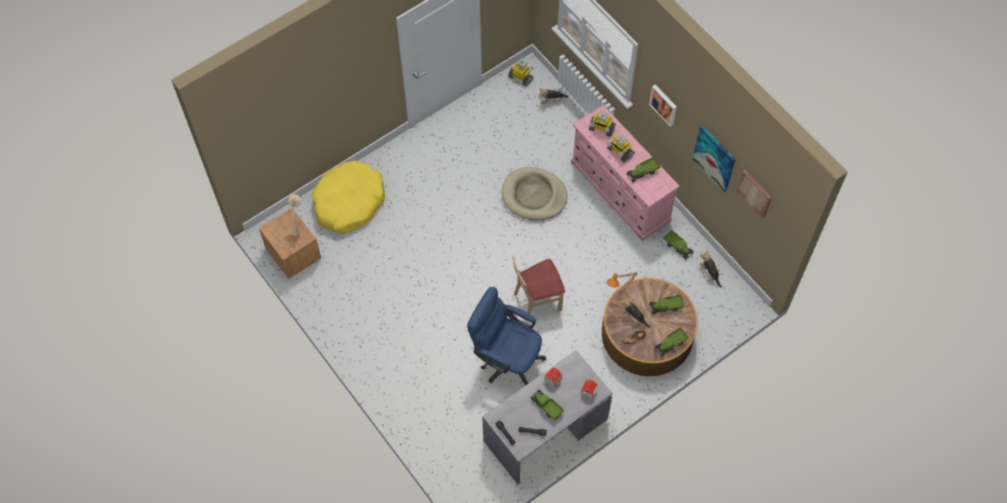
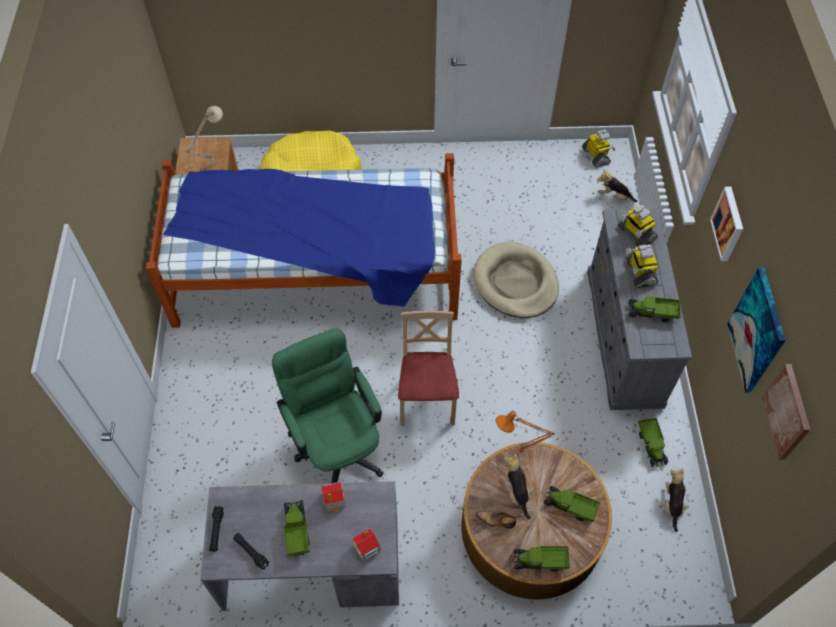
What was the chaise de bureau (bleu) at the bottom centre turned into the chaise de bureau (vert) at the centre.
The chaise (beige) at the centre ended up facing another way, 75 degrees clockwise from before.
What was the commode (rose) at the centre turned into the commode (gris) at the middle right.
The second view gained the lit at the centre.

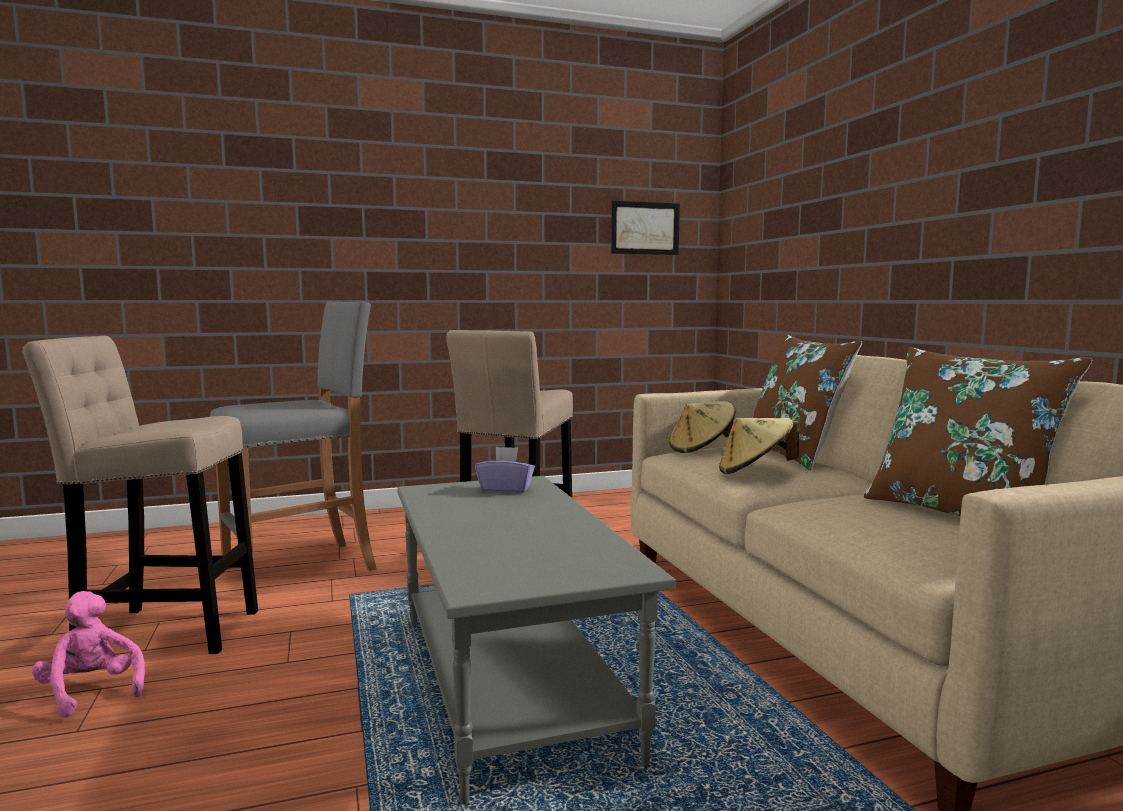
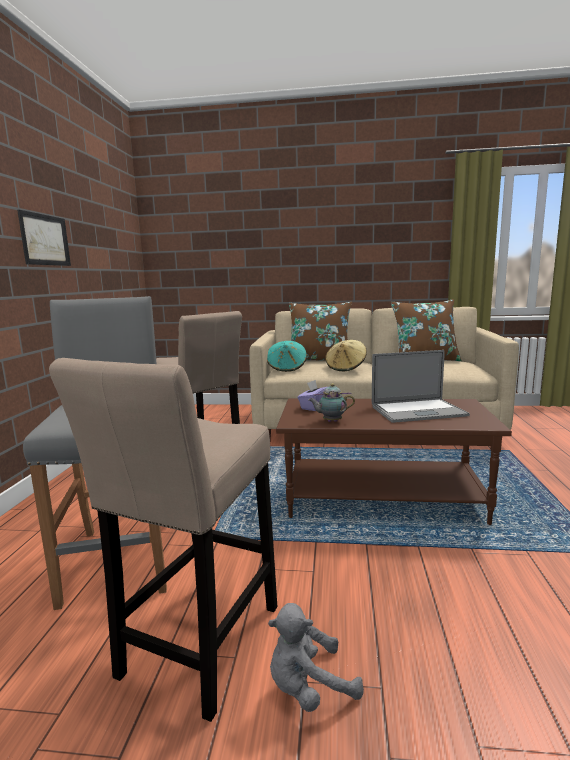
What was the peluche (rose) at the bottom left turned into the peluche (gris) at the bottom centre.
What was the table basse (gris) at the bottom centre turned into the table basse (marron) at the middle right.
The tableau ended up elsewhere, having gone from the top centre to the top left.
What was the chapeau (beige) (1st from left) at the centre turned into the chapeau (turquoise) at the centre.
The second view gained the théière at the centre.
The second view gained the ordinateur portable at the middle right.

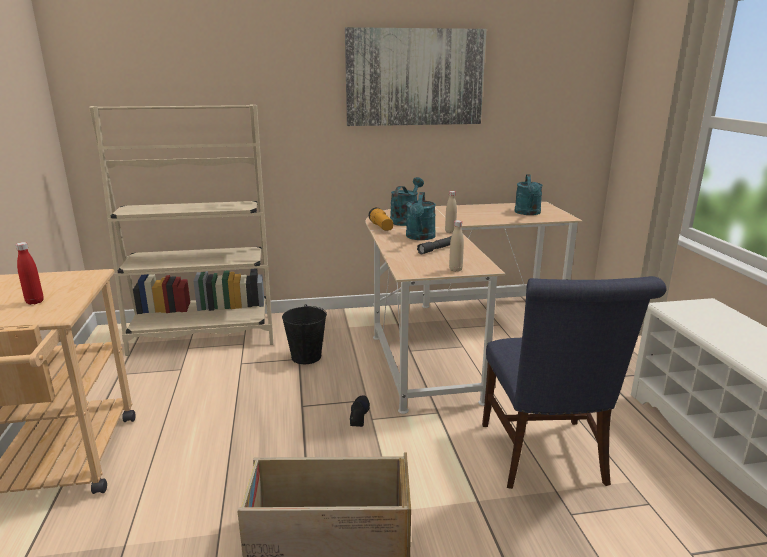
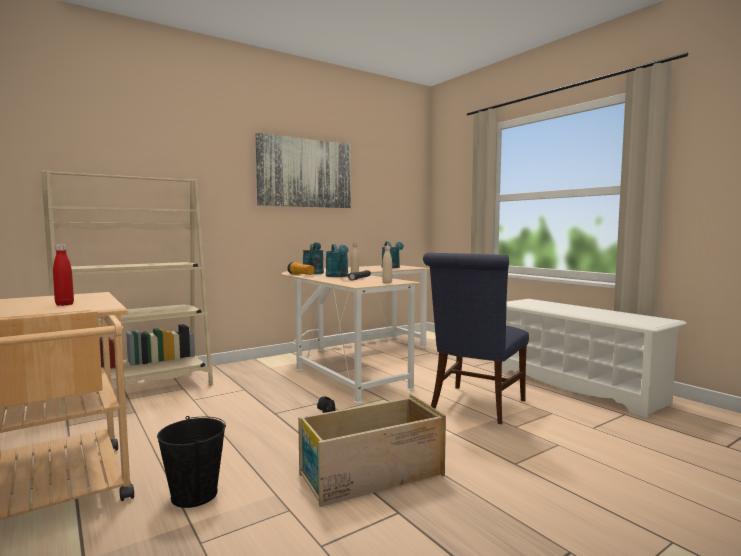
The seau (noir) ended up elsewhere, having gone from the centre to the bottom left.
The chaise (bleu) at the bottom right ended up facing another way, 60 degrees clockwise from before.

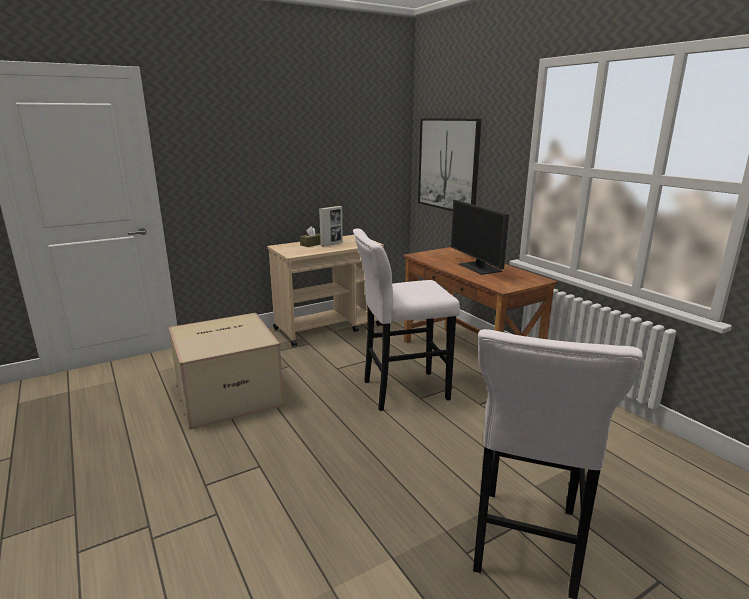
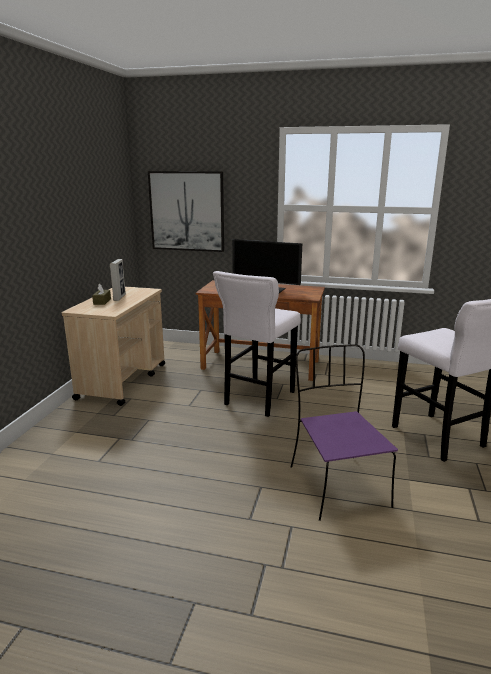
The second view lost the carton at the middle left.
The second view gained the chaise (violet) at the middle right.

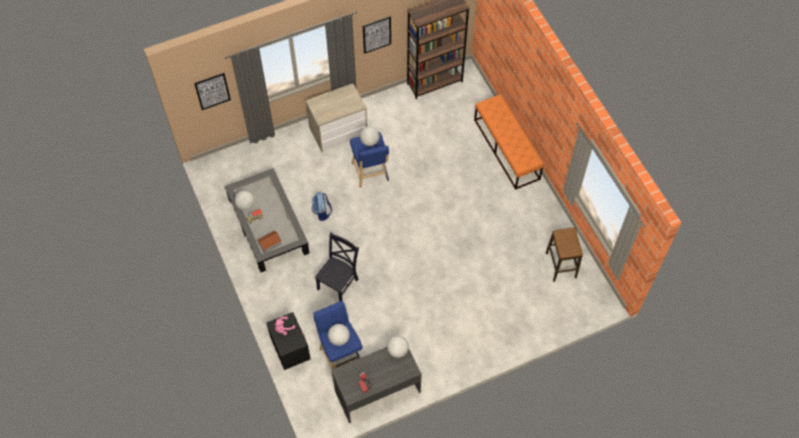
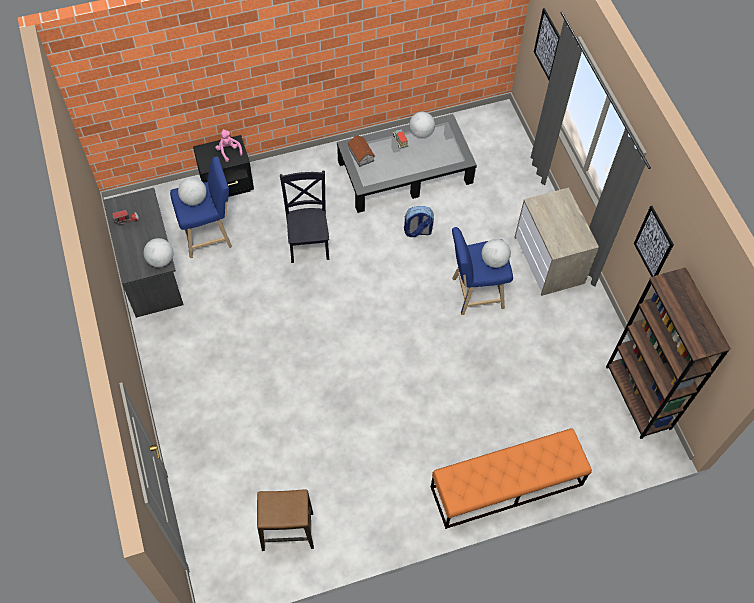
The chaise (noir) at the centre ended up facing another way, 135 degrees counterclockwise from before.

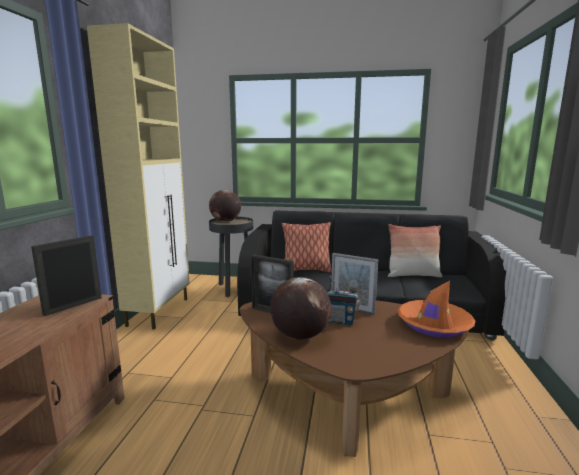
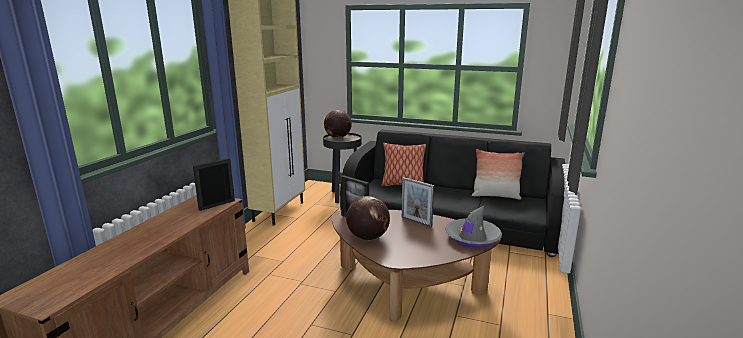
The second view lost the radio at the centre.
What was the chapeau (orange) at the middle right turned into the chapeau (gris) at the bottom centre.

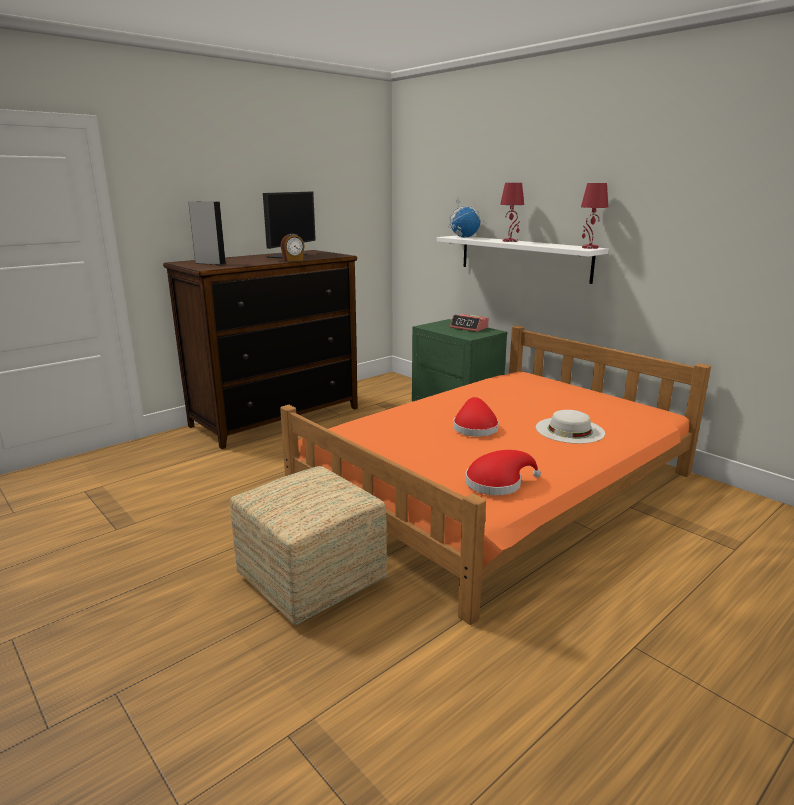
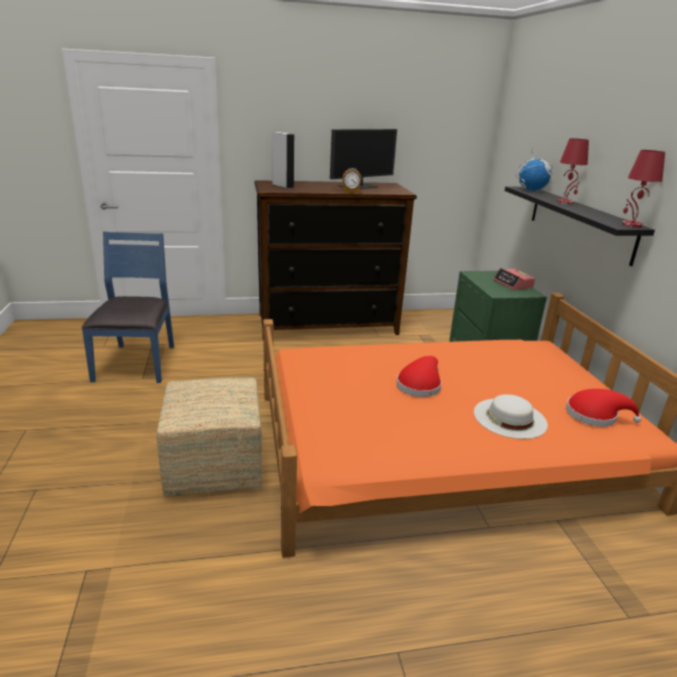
What was the étagère (blanc) at the top centre turned into the étagère (noir) at the middle right.
The chapeau (rouge) (2nd from left) ended up elsewhere, having gone from the centre to the middle right.
The second view gained the chaise (bleu) at the middle left.

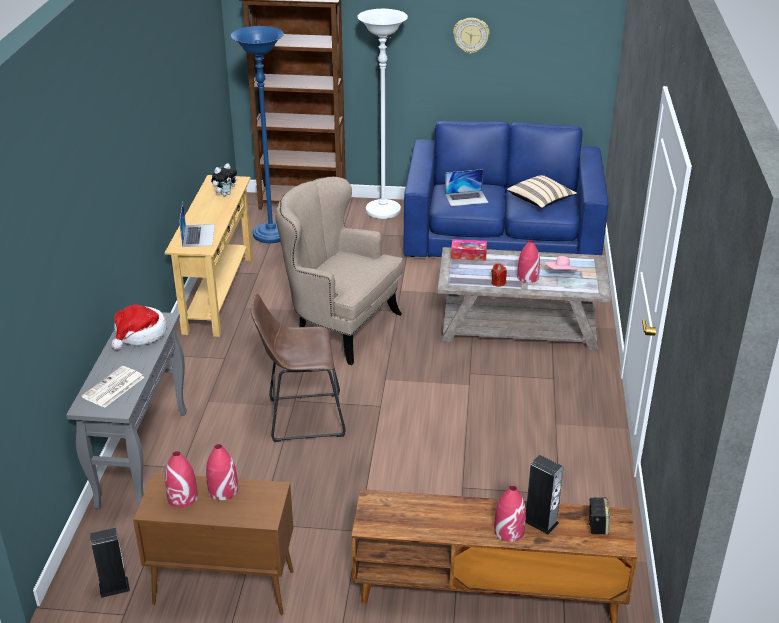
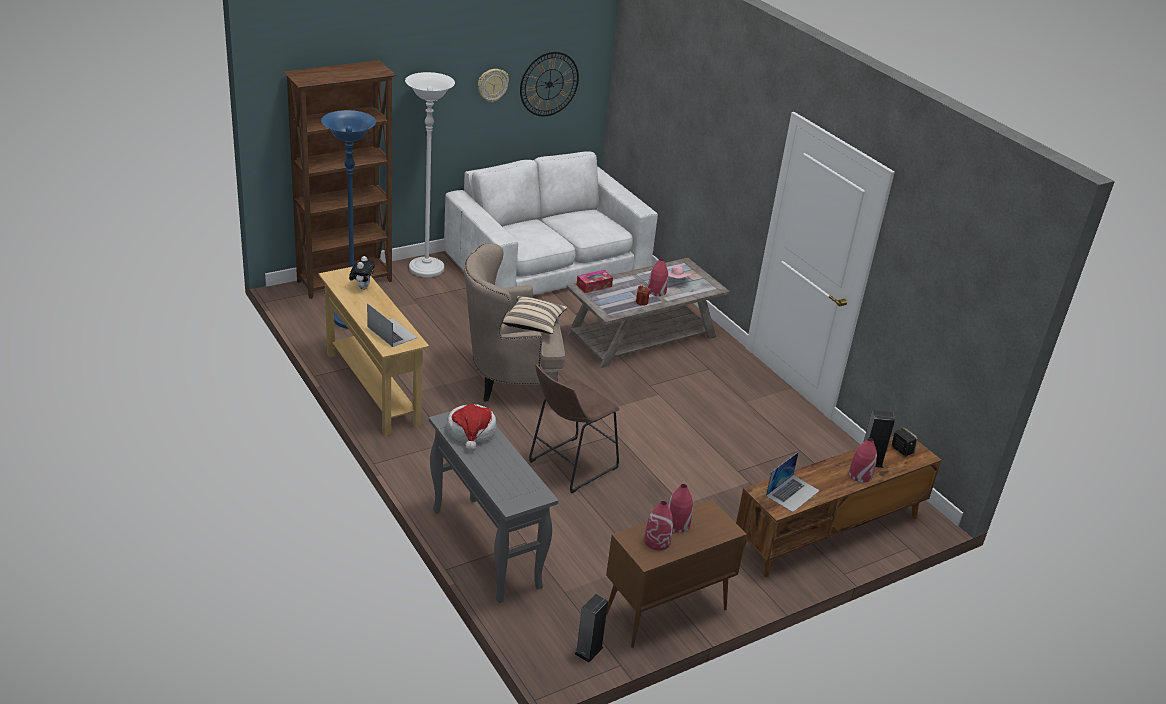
The second view lost the journal at the middle left.
What was the canapé (bleu) at the top centre turned into the canapé (blanc) at the top centre.
The ordinateur portable (2nd from left) ended up elsewhere, having gone from the top centre to the bottom right.
The coussin (beige) ended up elsewhere, having gone from the top right to the centre.
The second view gained the horloge murale (2nd from left) at the top centre.

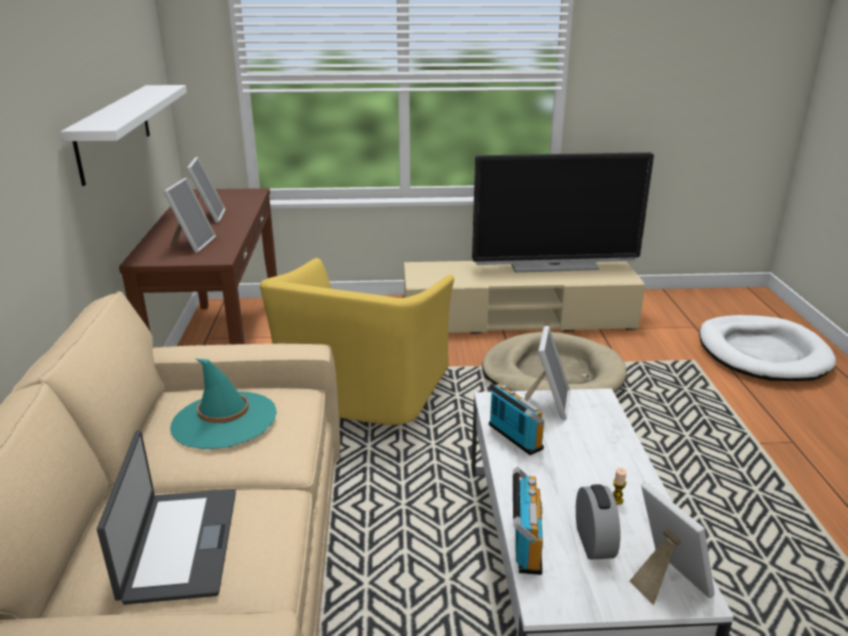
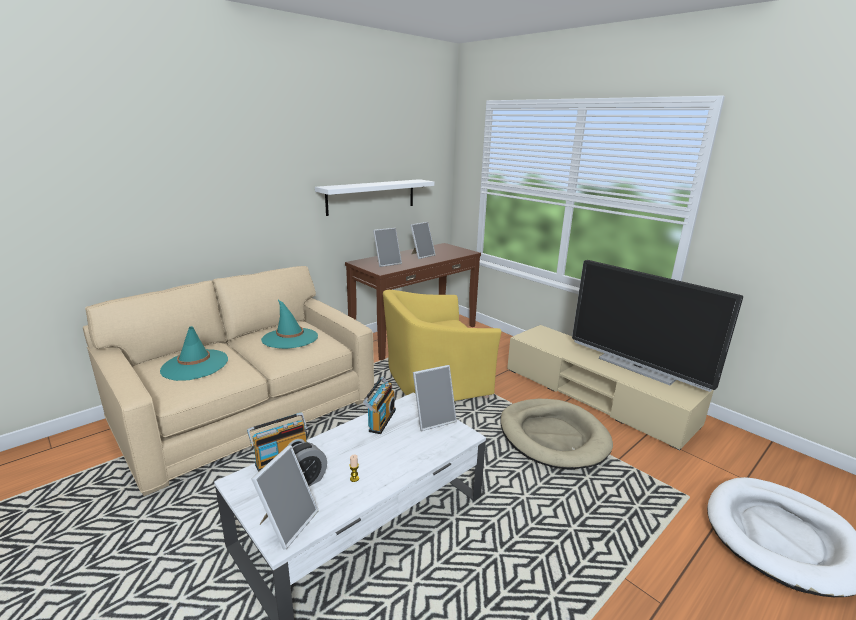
Where the ordinateur portable stood at the bottom left, the chapeau (turquoise) (1st from left) came to stand at the middle left.

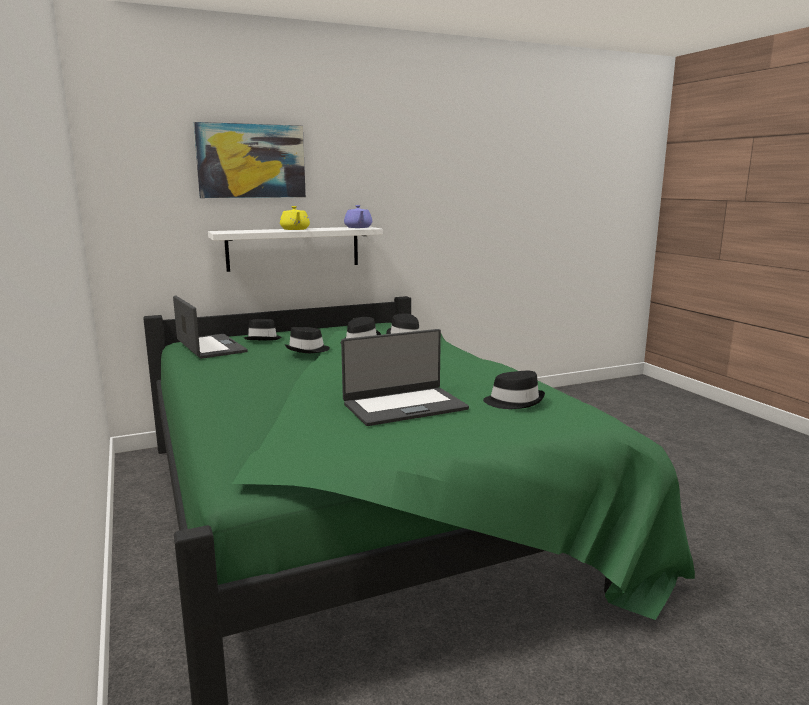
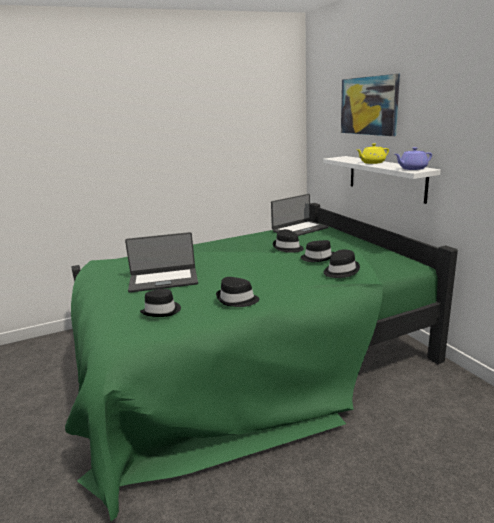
The chapeau (noir) (1st from left in the first image) ended up elsewhere, having gone from the middle left to the centre.
The ordinateur portable (2nd from left in the first image) at the centre ended up facing another way, 75 degrees counterclockwise from before.

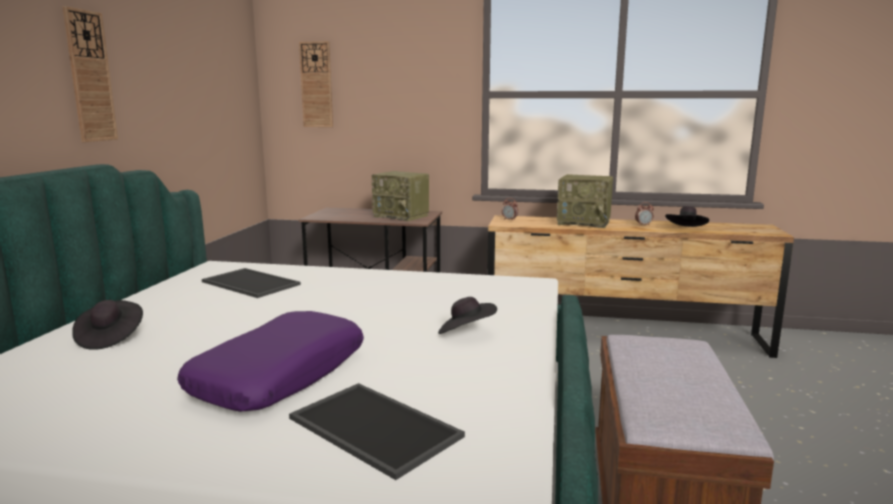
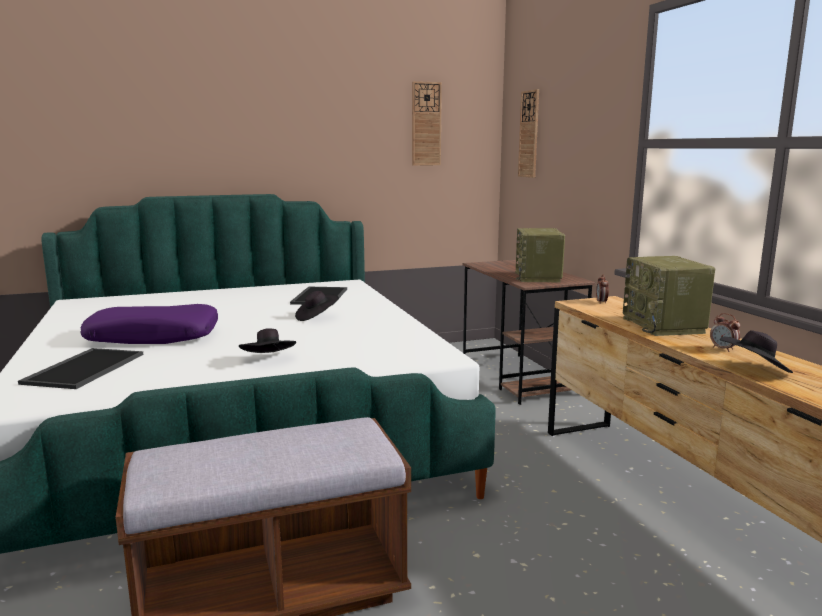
The horloge murale (1st from left) ended up elsewhere, having gone from the top left to the top centre.
The chapeau (noir) (1st from left in the first image) ended up elsewhere, having gone from the middle left to the centre.

